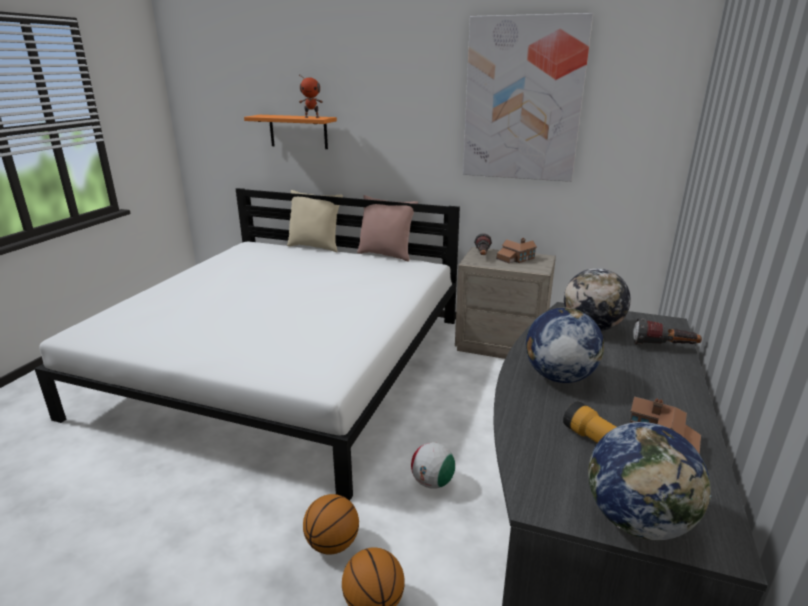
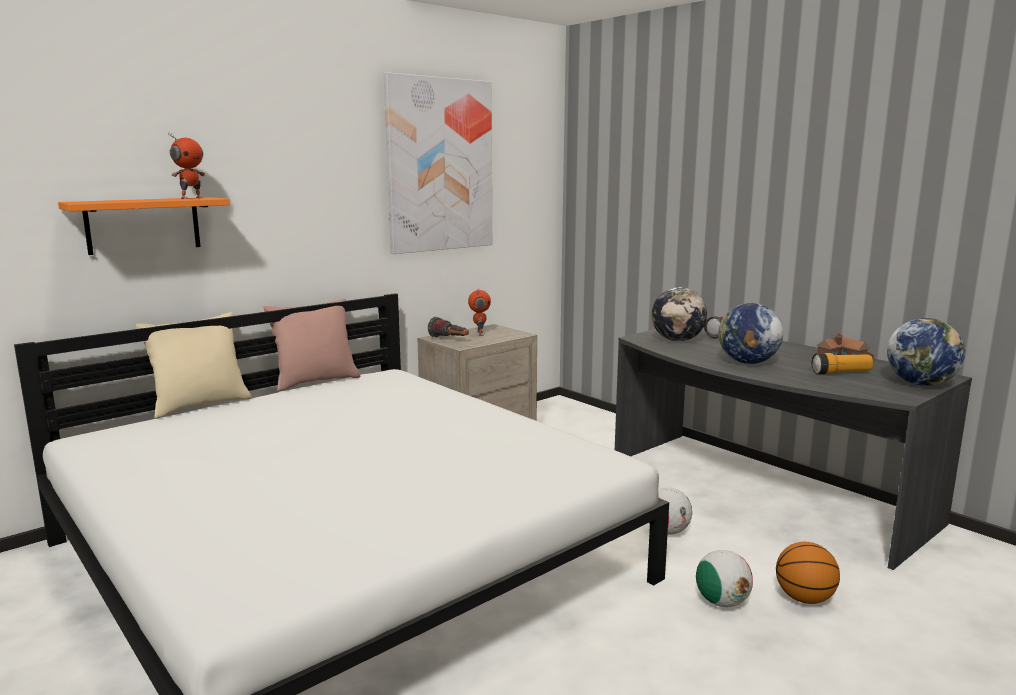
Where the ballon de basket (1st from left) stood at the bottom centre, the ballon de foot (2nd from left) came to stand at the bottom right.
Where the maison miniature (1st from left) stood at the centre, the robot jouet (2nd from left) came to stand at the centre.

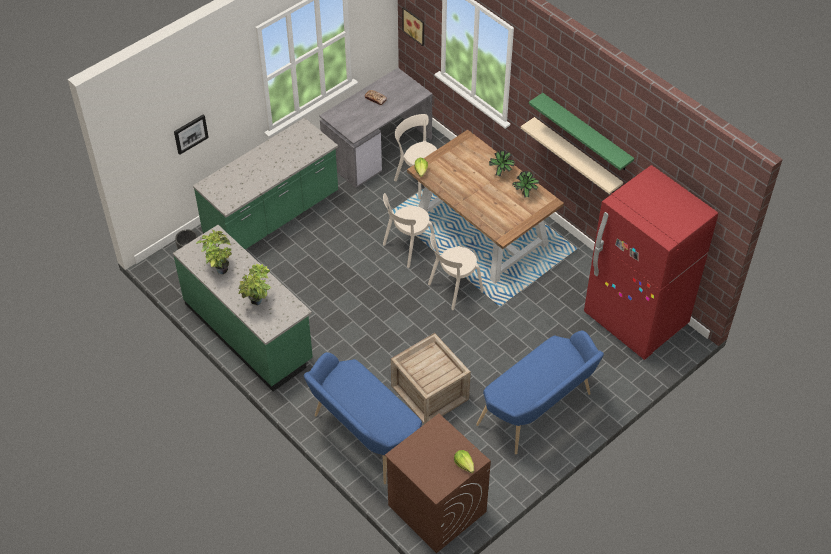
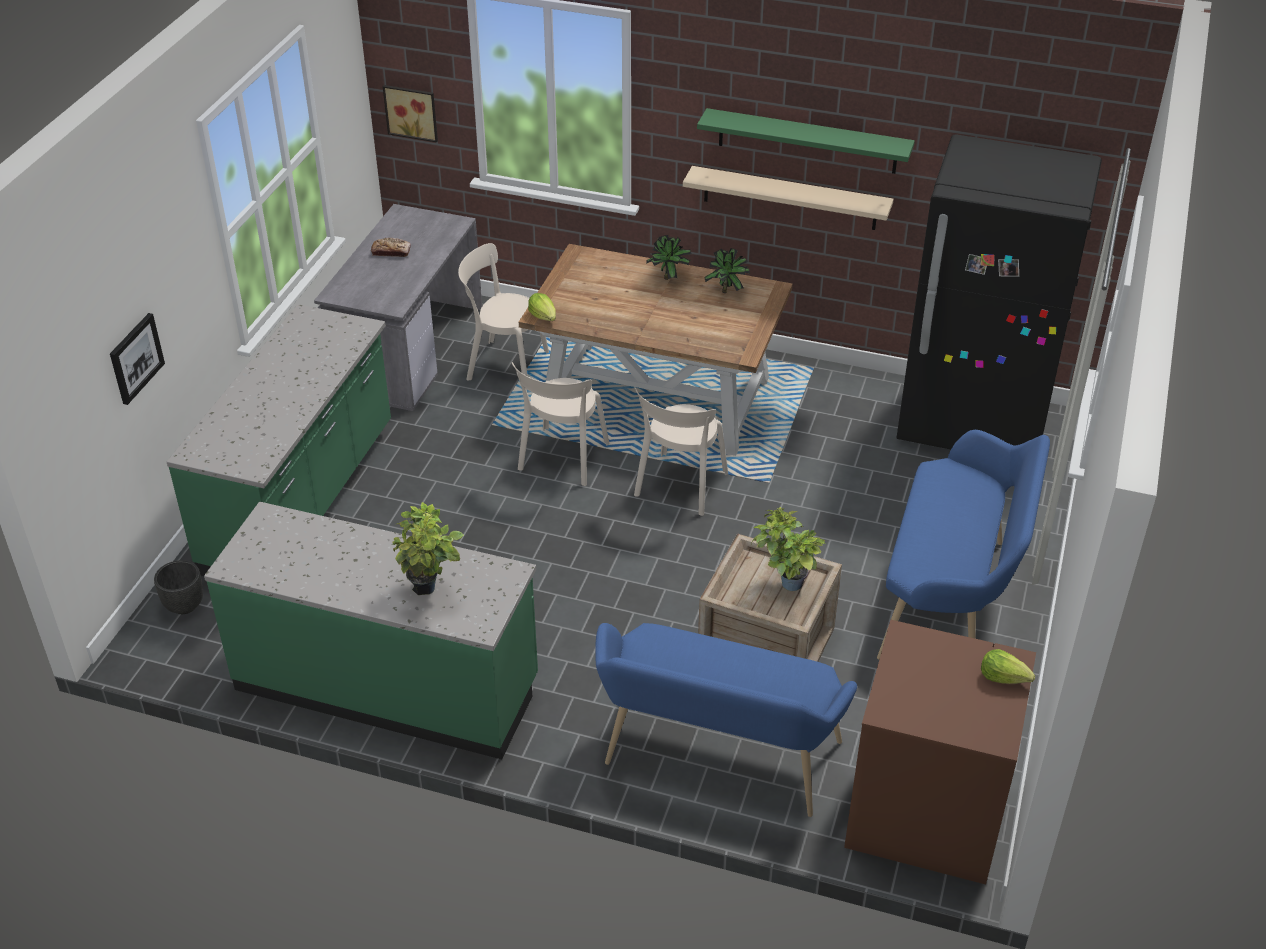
The plante en pot (1st from left in the first image) ended up elsewhere, having gone from the middle left to the centre.
What was the réfrigérateur (rouge) at the middle right turned into the réfrigérateur (noir) at the top right.

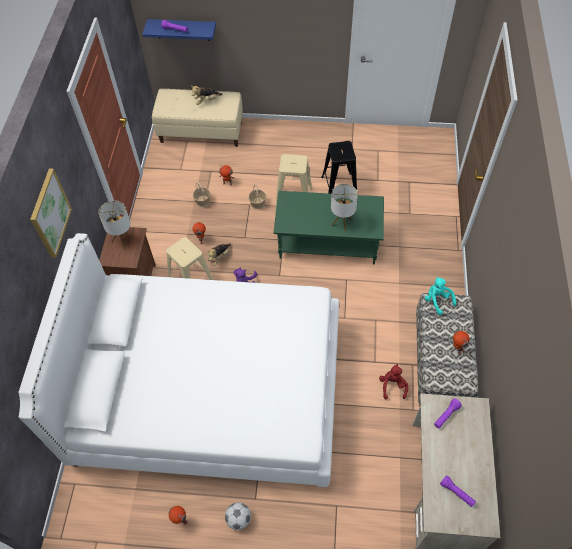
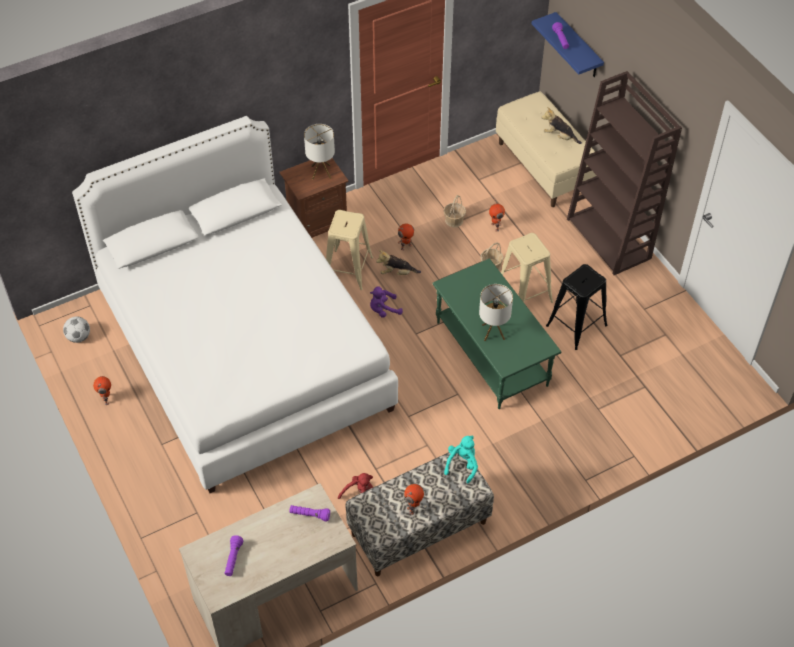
The second view lost the tableau at the middle left.
The ballon de foot ended up elsewhere, having gone from the bottom centre to the middle left.
The second view gained the bibliothèque (marron) at the top right.

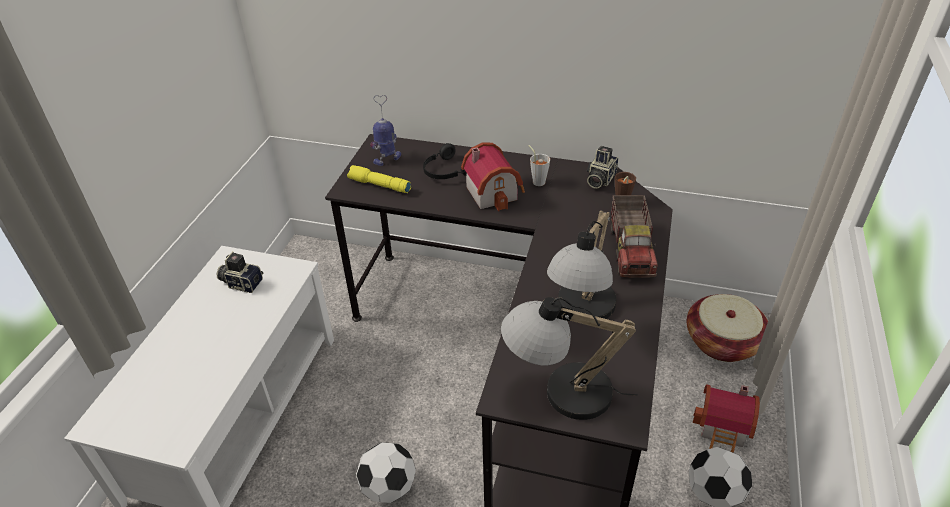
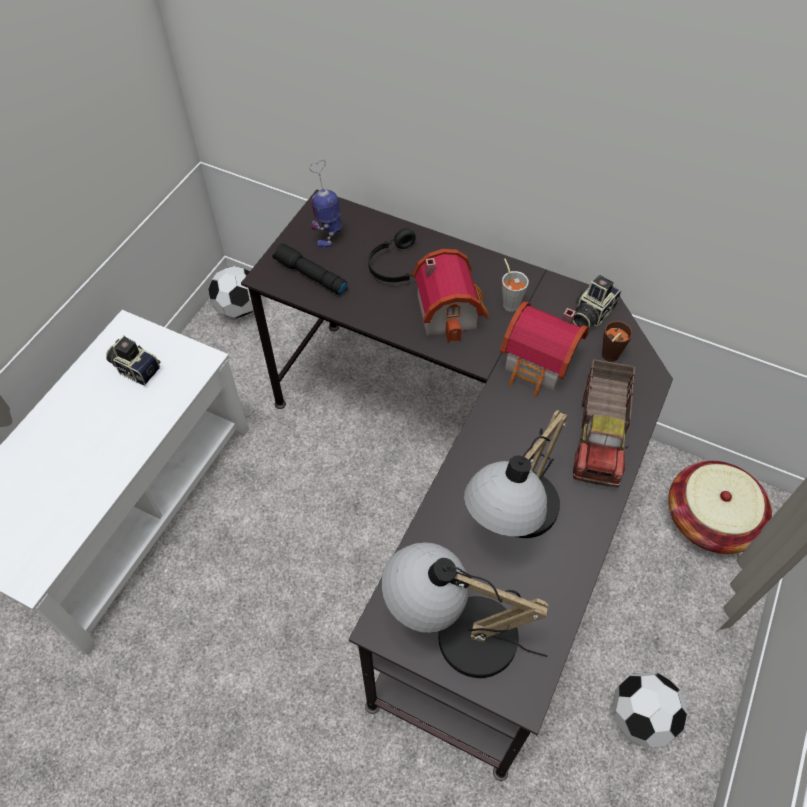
What was the lampe de poche (jaune) at the centre turned into the lampe de poche (noir) at the centre.
The ballon de foot (1st from left) ended up elsewhere, having gone from the bottom centre to the middle left.
The robot jouet at the top centre ended up facing another way, 45 degrees counterclockwise from before.
The maison miniature (2nd from left) ended up elsewhere, having gone from the bottom right to the middle right.

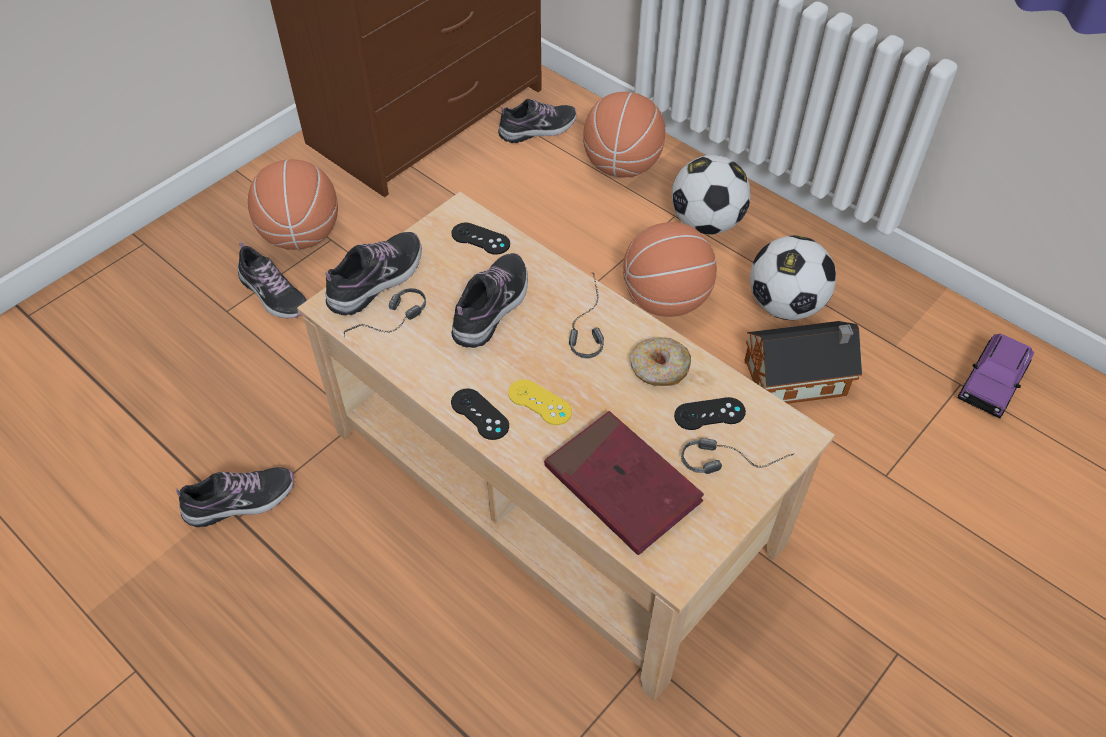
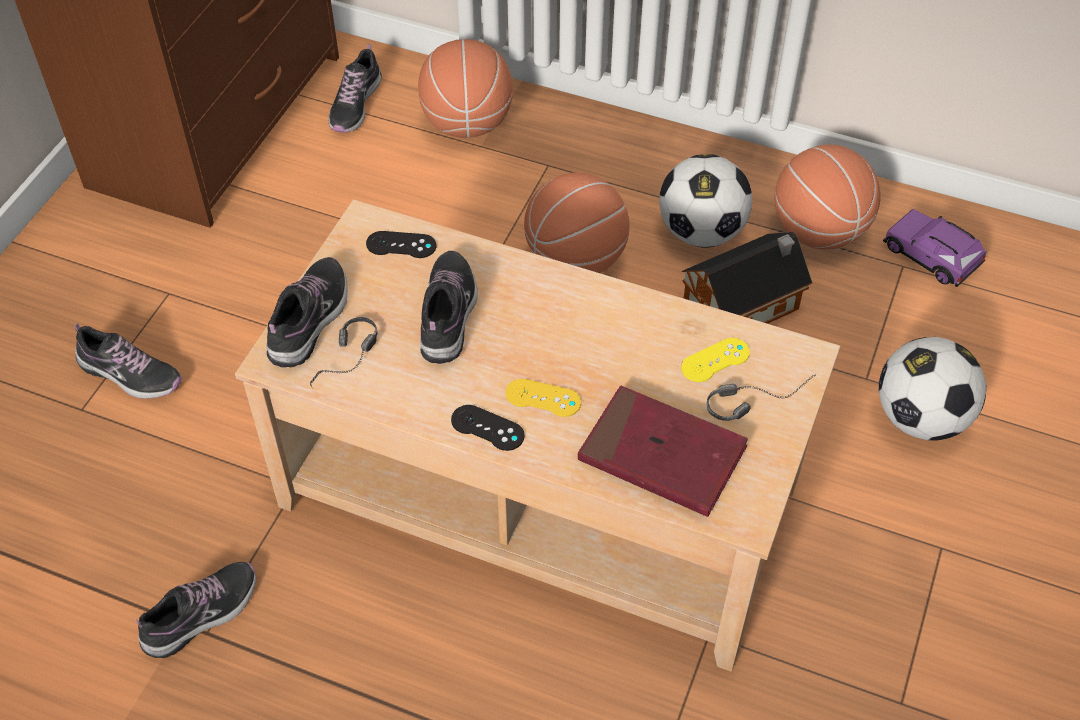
The ballon de basket (1st from left in the first image) ended up elsewhere, having gone from the top left to the top right.
The chaussure (5th from left in the first image) at the top centre ended up facing another way, 150 degrees clockwise from before.
The second view lost the casque audio (2nd from left) at the centre.
The second view lost the beignet at the centre.
The ballon de foot (1st from left in the first image) ended up elsewhere, having gone from the top centre to the middle right.
What was the manette (noir) (3rd from left) at the centre turned into the manette (jaune) (2nd from left) at the centre.
The petite voiture (violet) at the middle right ended up facing another way, 120 degrees clockwise from before.

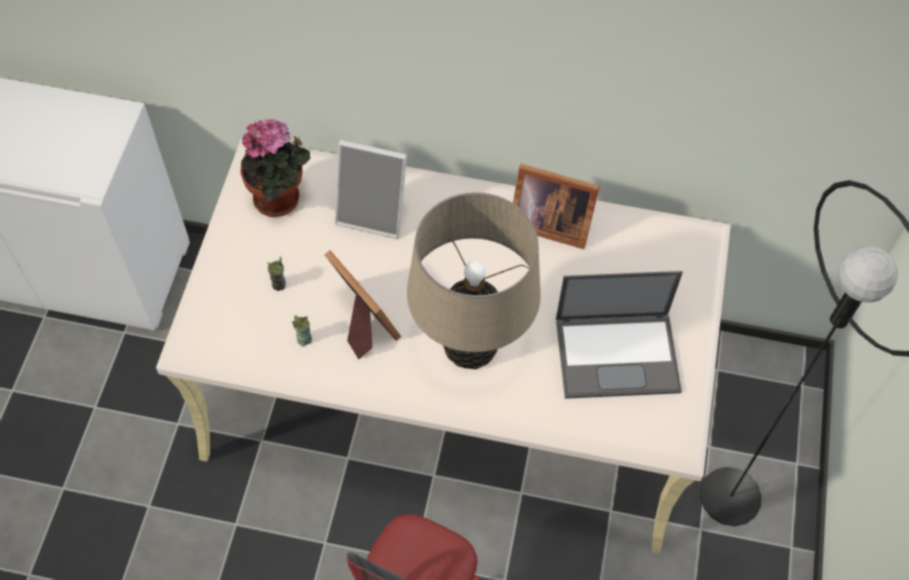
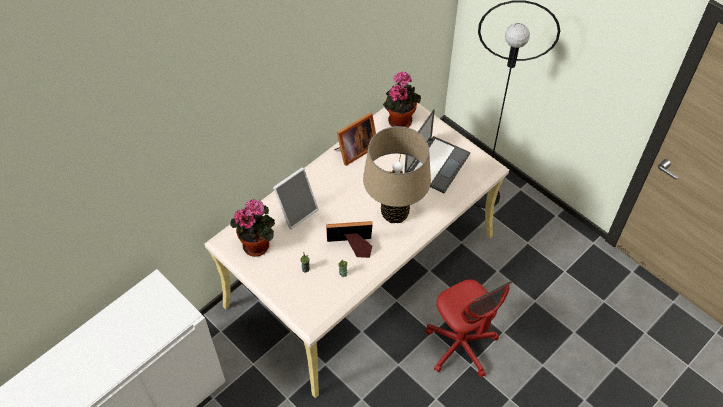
The second view gained the plante en pot (2nd from left) at the top centre.

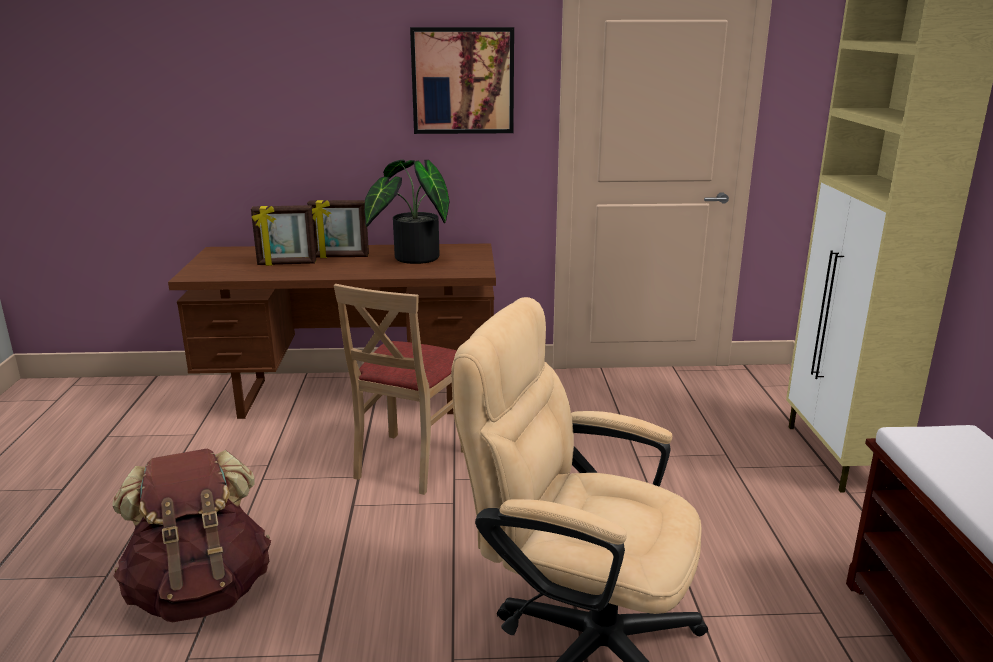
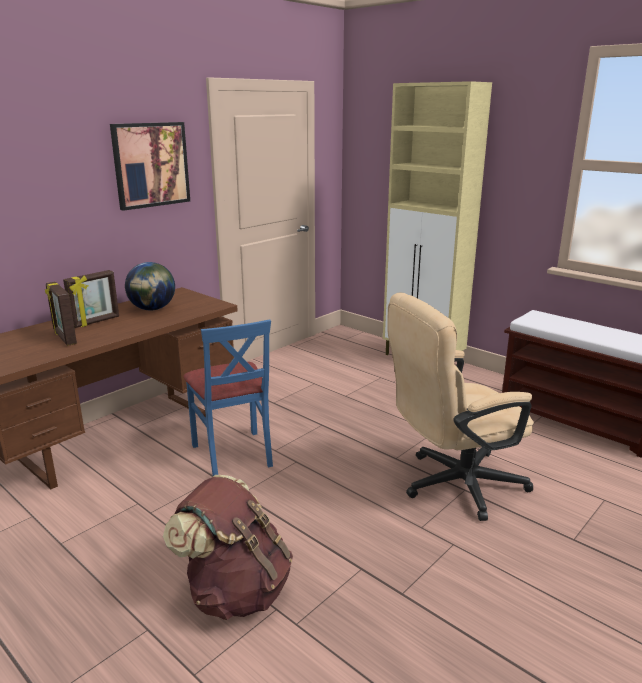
The cadre photo (1st from left) at the middle left ended up facing another way, 105 degrees clockwise from before.
What was the chaise (beige) at the centre turned into the chaise (bleu) at the centre.
Where the plante en pot stood at the top centre, the globe came to stand at the middle left.

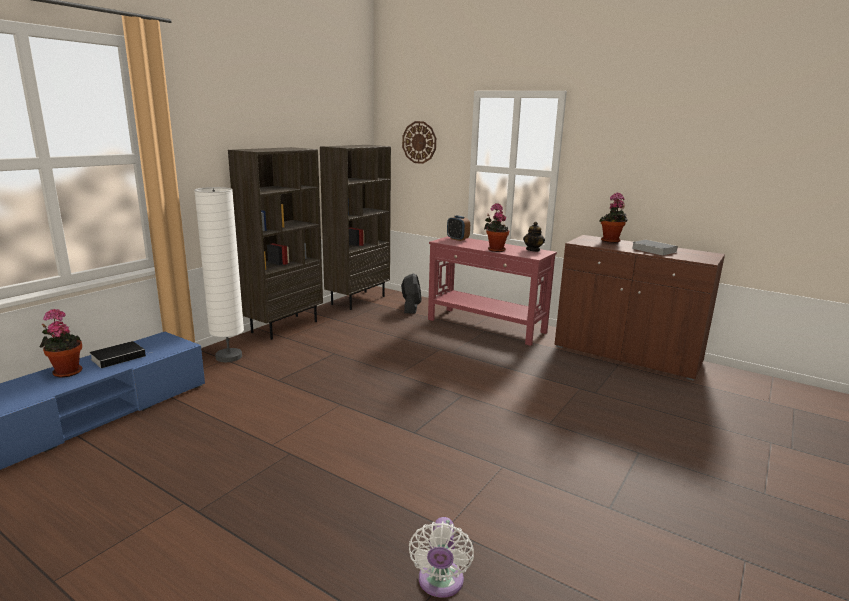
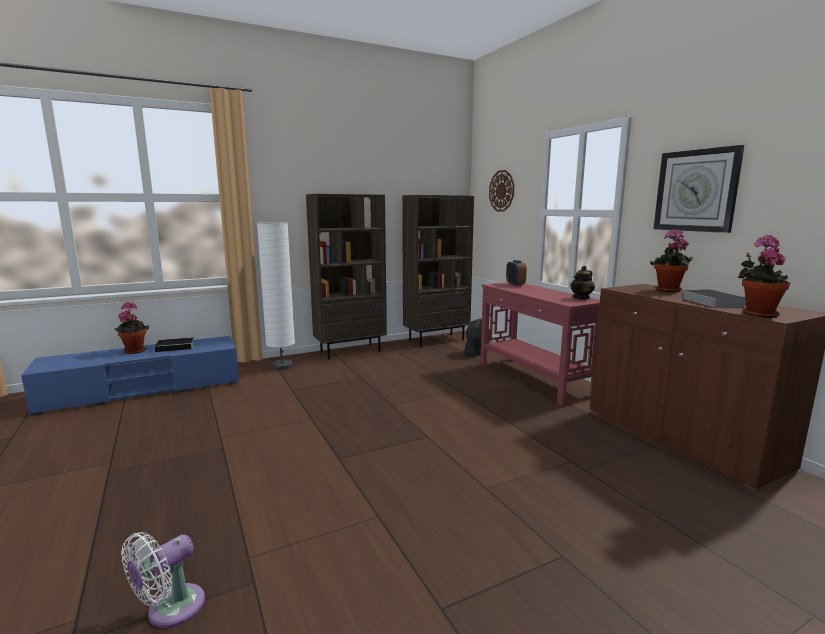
The plante en pot (2nd from left in the first image) ended up elsewhere, having gone from the centre to the middle right.
The second view gained the horloge murale (2nd from left) at the top right.

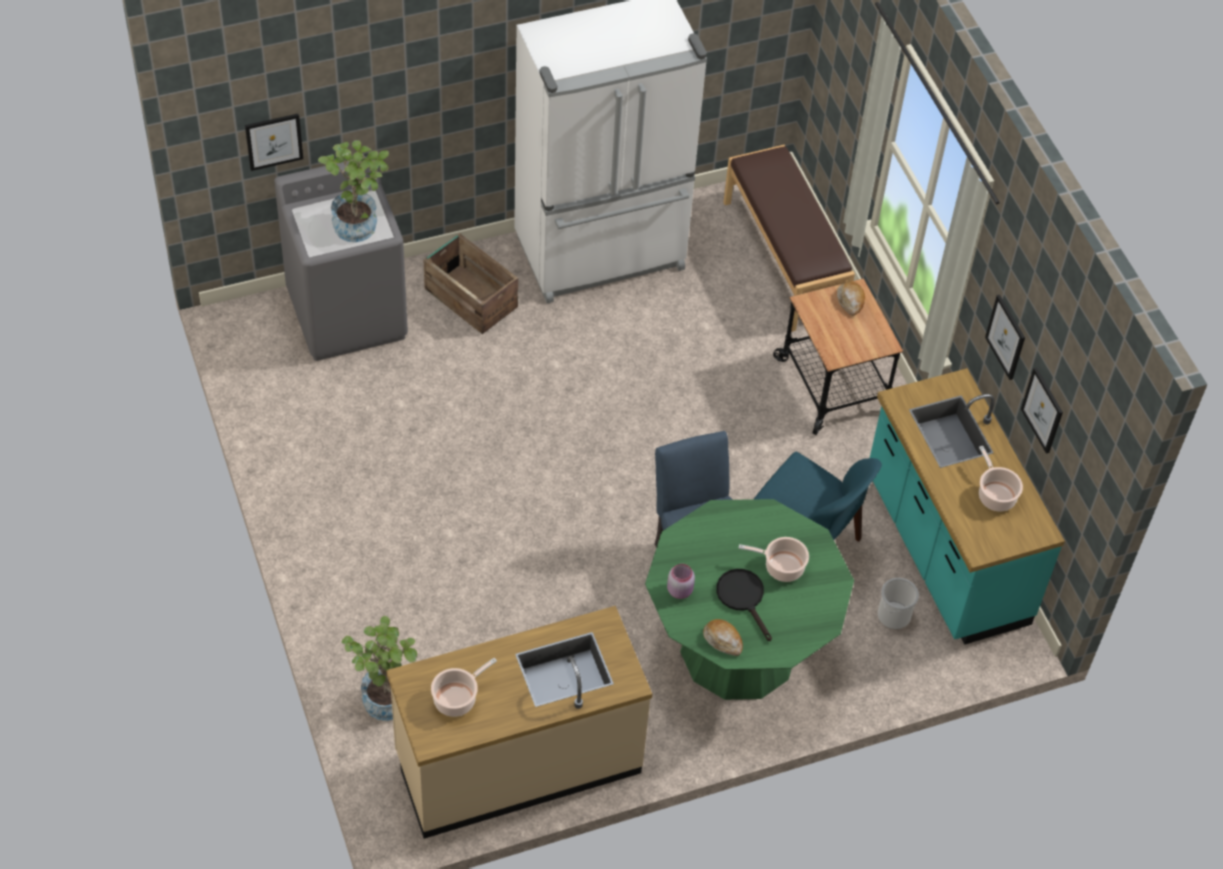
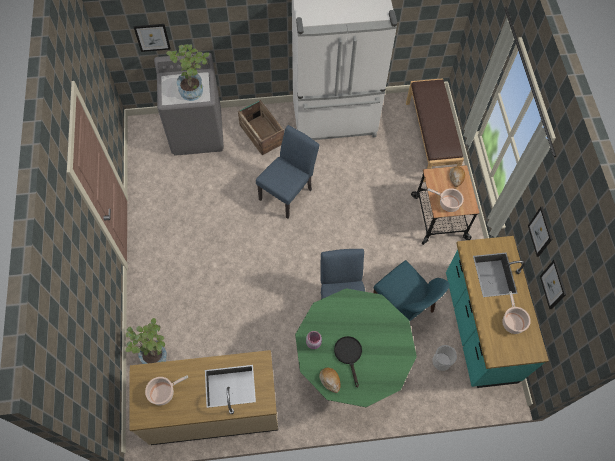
The marmite (2nd from left) ended up elsewhere, having gone from the centre to the middle right.
The second view gained the chaise (bleu) (1st from left) at the centre.

